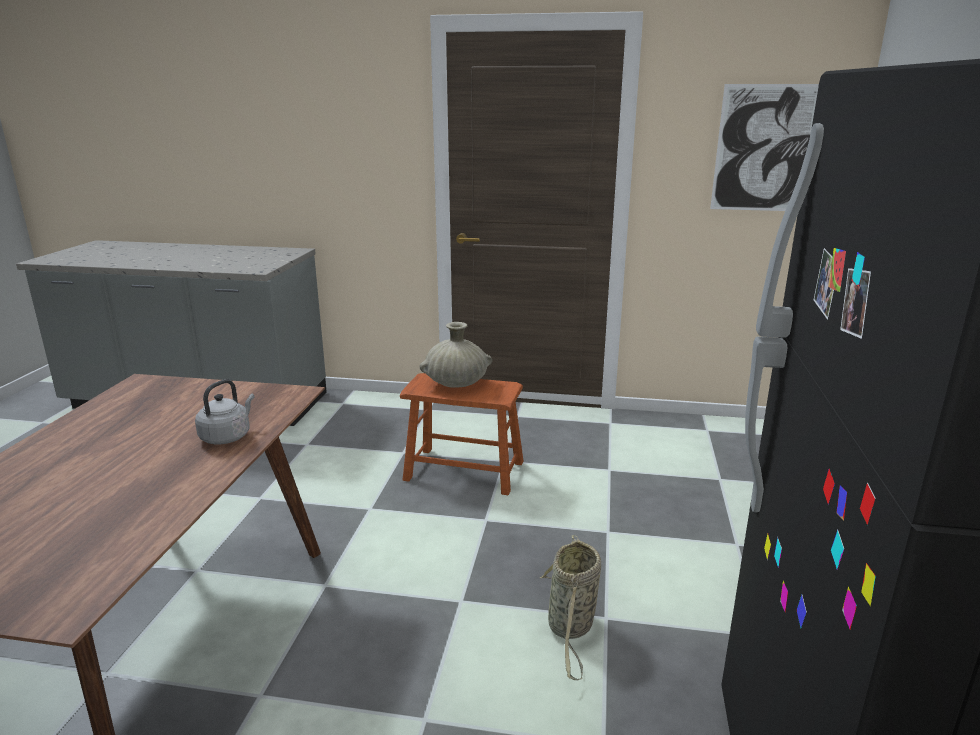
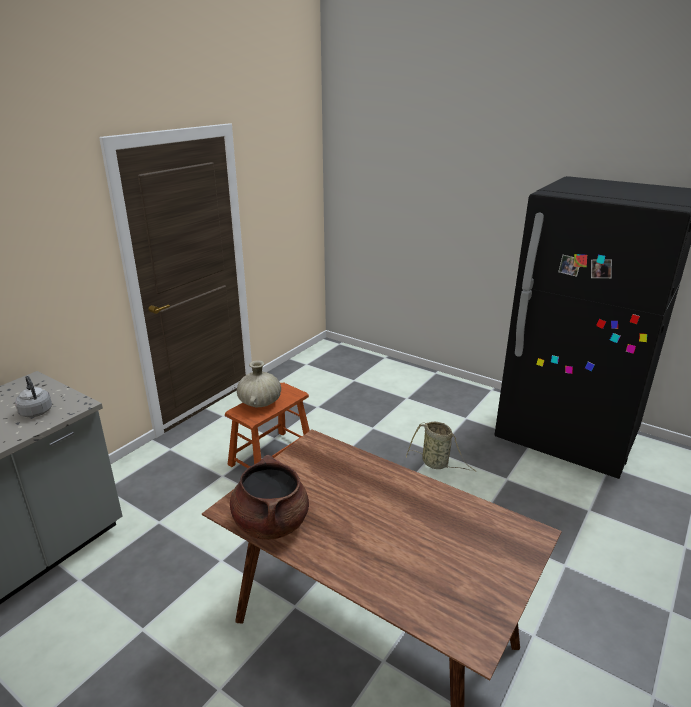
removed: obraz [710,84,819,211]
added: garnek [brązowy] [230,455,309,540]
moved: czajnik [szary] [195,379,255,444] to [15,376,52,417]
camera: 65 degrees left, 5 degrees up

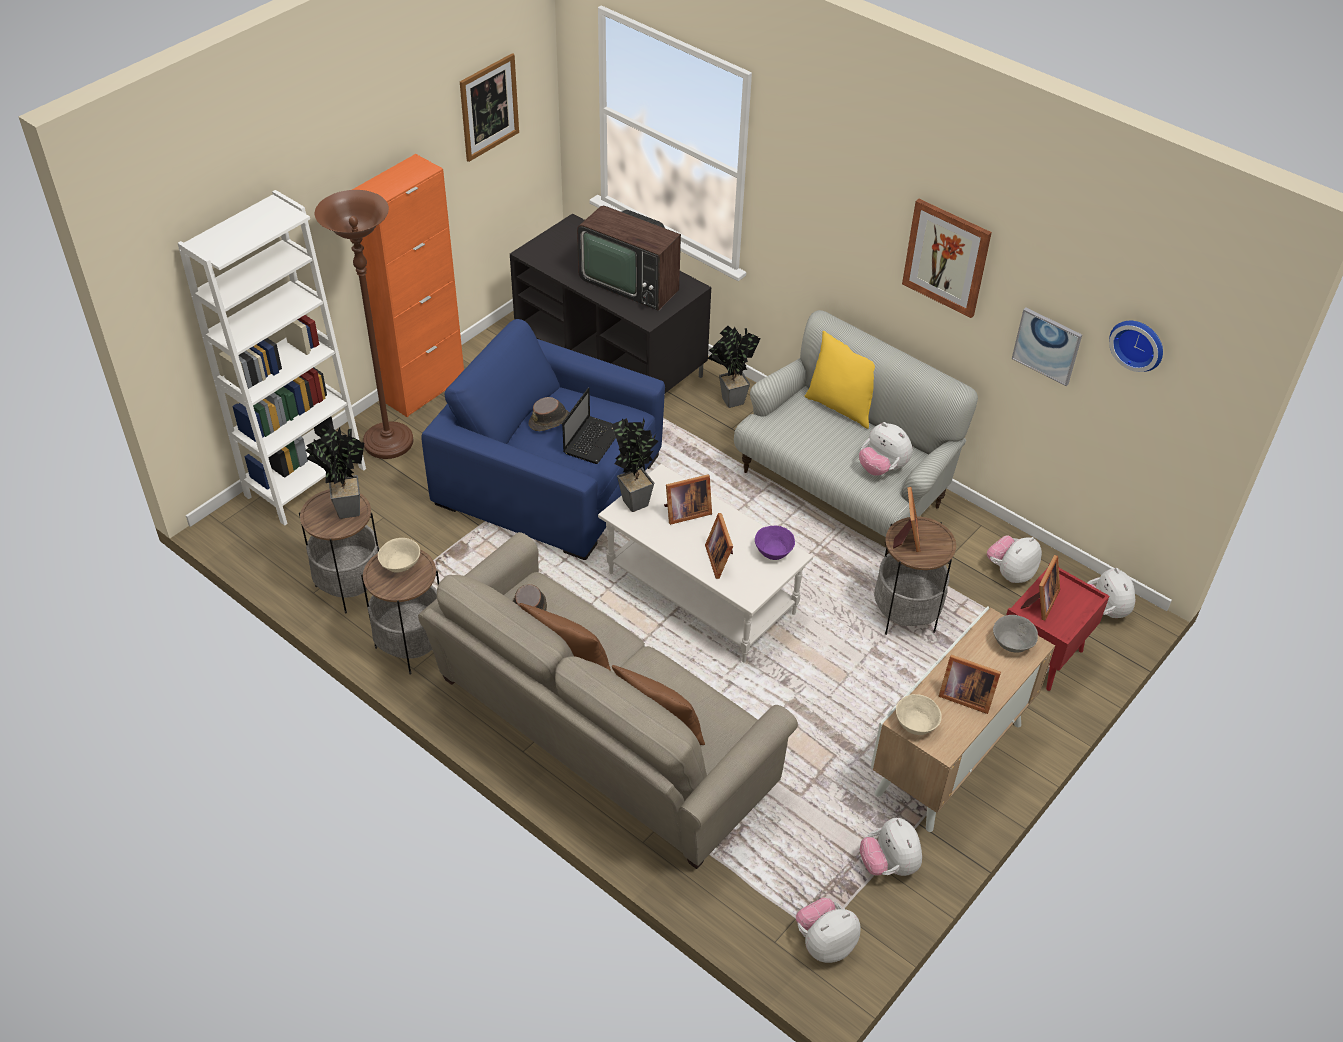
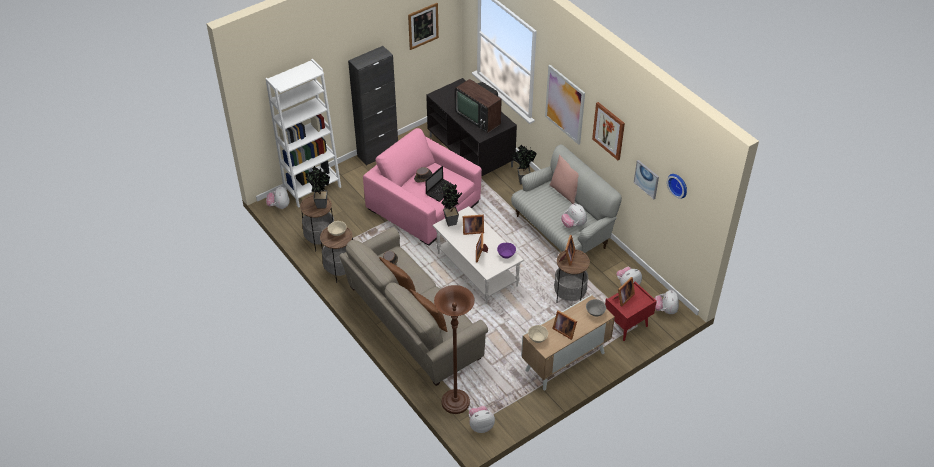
added: obraz [545,65,585,145]
moved: lampa stojąca [brązowy] [315,190,413,459] to [434,285,475,414]; pluszak [860,818,922,876] to [266,186,289,209]
recoloured: szafka [pomarańczowy] [352,154,464,418] to szafka [czarny] [348,46,398,166]; fotel [niebieski] [422,319,665,560] to fotel [różowy] [363,128,482,246]; poduszka [żółty] [805,331,875,429] to poduszka [różowy] [549,155,579,204]
camera: 15 degrees right, 0 degrees up

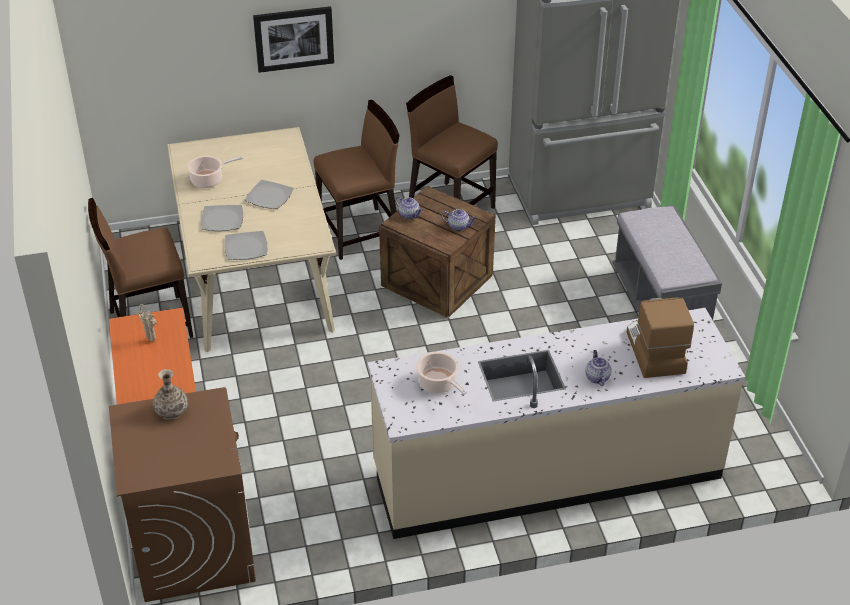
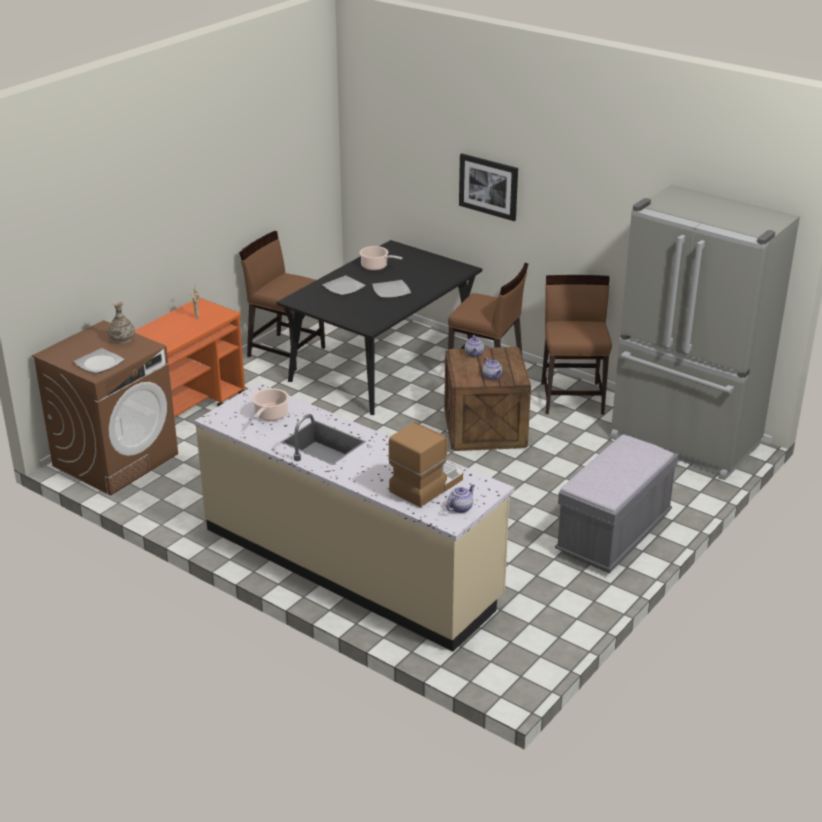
moved: talerz [224,231,267,260] to [73,348,124,373]; imbryk [585,350,612,386] to [446,485,475,513]
recoloured: stół jadalny [beżowy] [167,127,336,352] to stół jadalny [czarny] [277,240,482,415]
camera: 50 degrees right, 10 degrees down

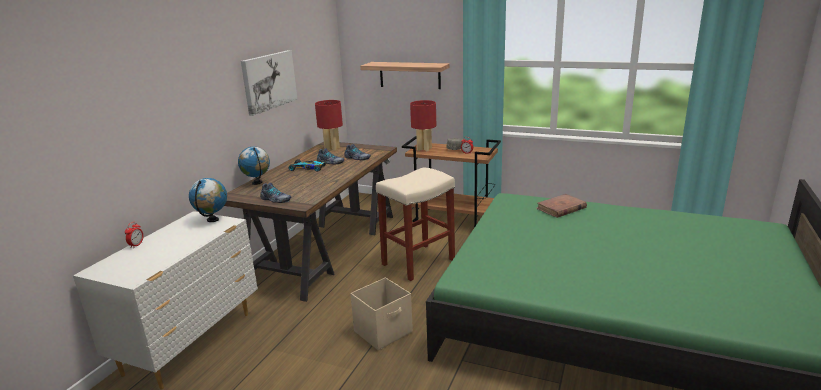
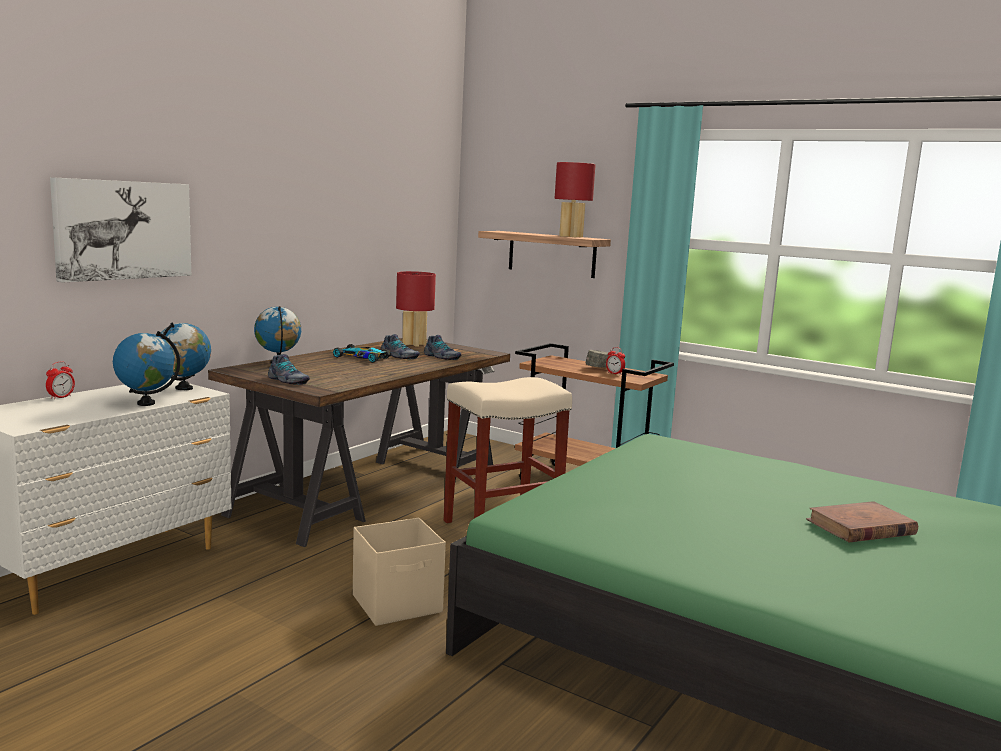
added: globus [113,331,180,406]
moved: obraz [241,50,297,116] to [50,177,191,283]; lampa stołowa [czerwony] [410,100,436,151] to [555,162,595,237]; książka [brązowy] [536,194,587,218] to [806,501,918,542]
camera: 10 degrees right, 10 degrees down

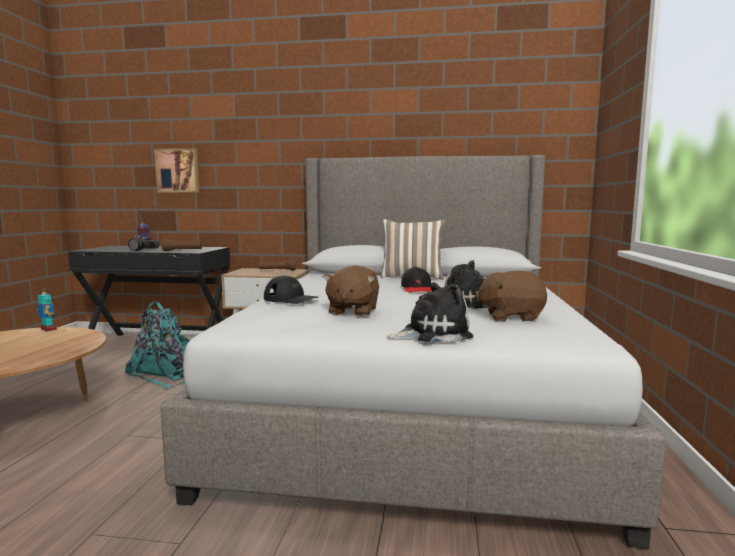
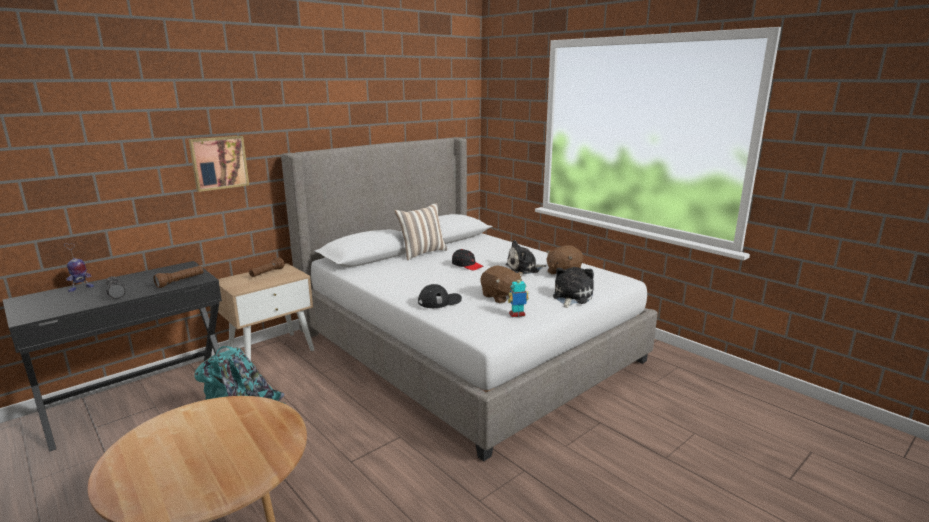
moved: robot zabawkowy [37,289,57,331] to [508,280,529,317]; obraz [154,148,199,193] to [189,136,249,192]
camera: 50 degrees left, 10 degrees up

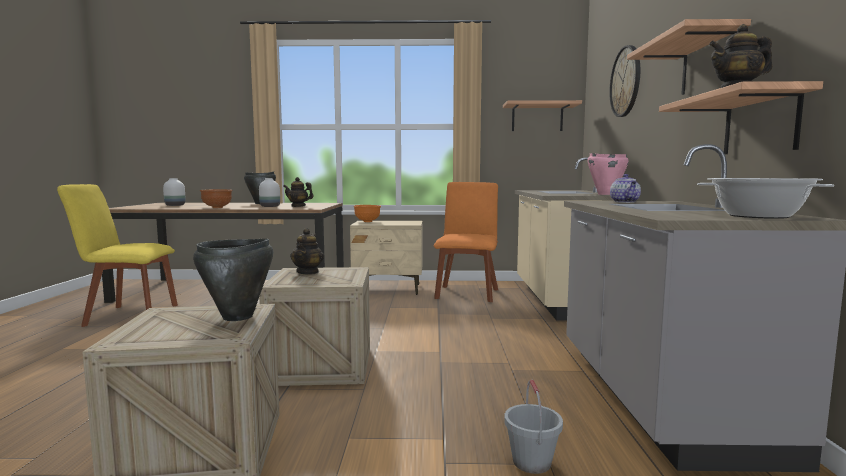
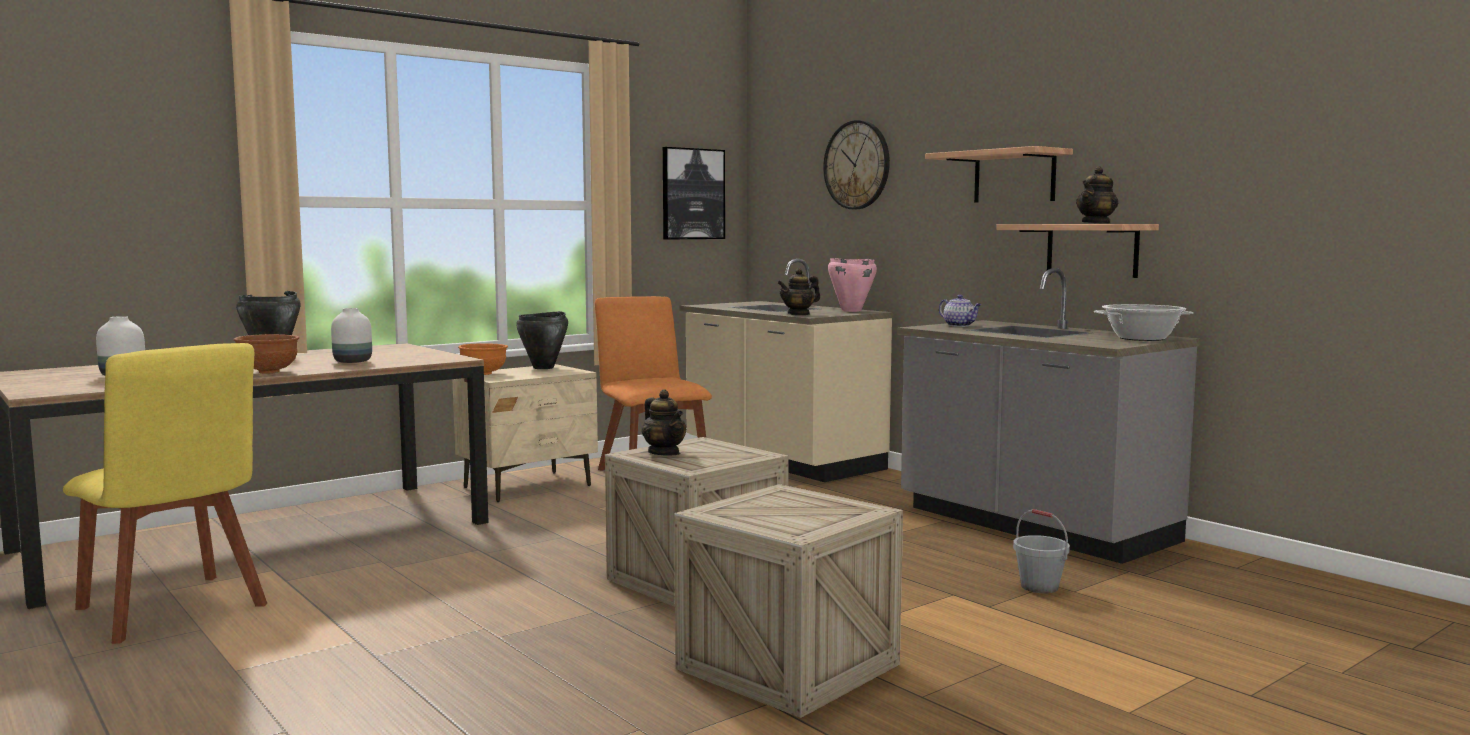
moved: garnek [czarny] [193,239,273,321] to [516,311,568,369]; imbryk [283,177,313,207] to [778,268,820,315]
replaced: półka [503,100,582,131] to obraz [663,147,725,240]
turned: krzesło [żółty] [57,184,178,327] = [63,343,267,644] 90 degrees counterclockwise
camera: 40 degrees left, 0 degrees up

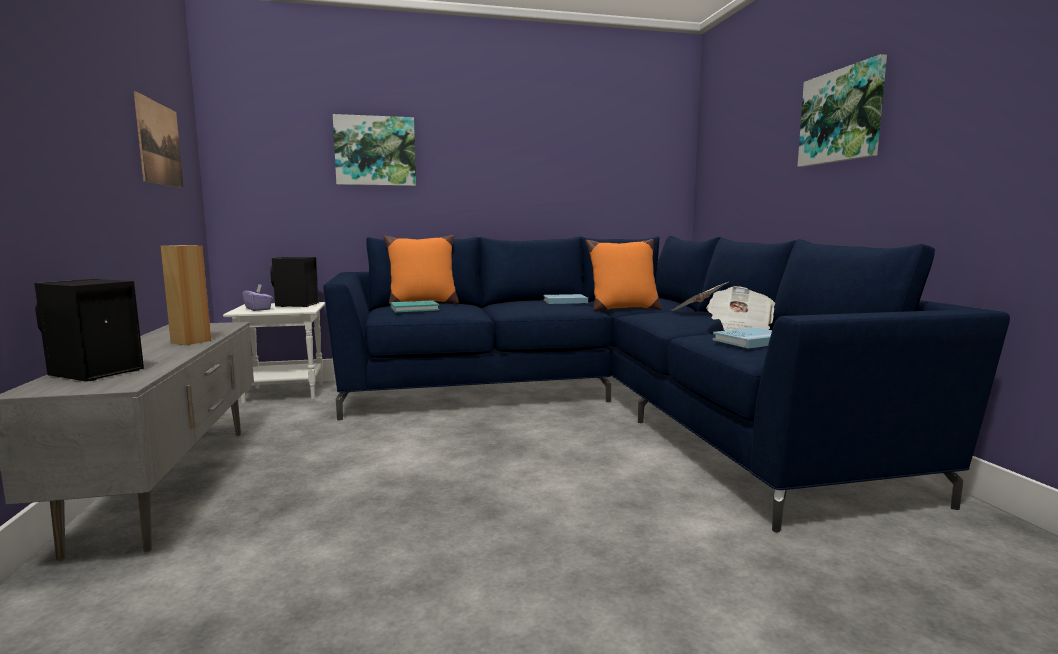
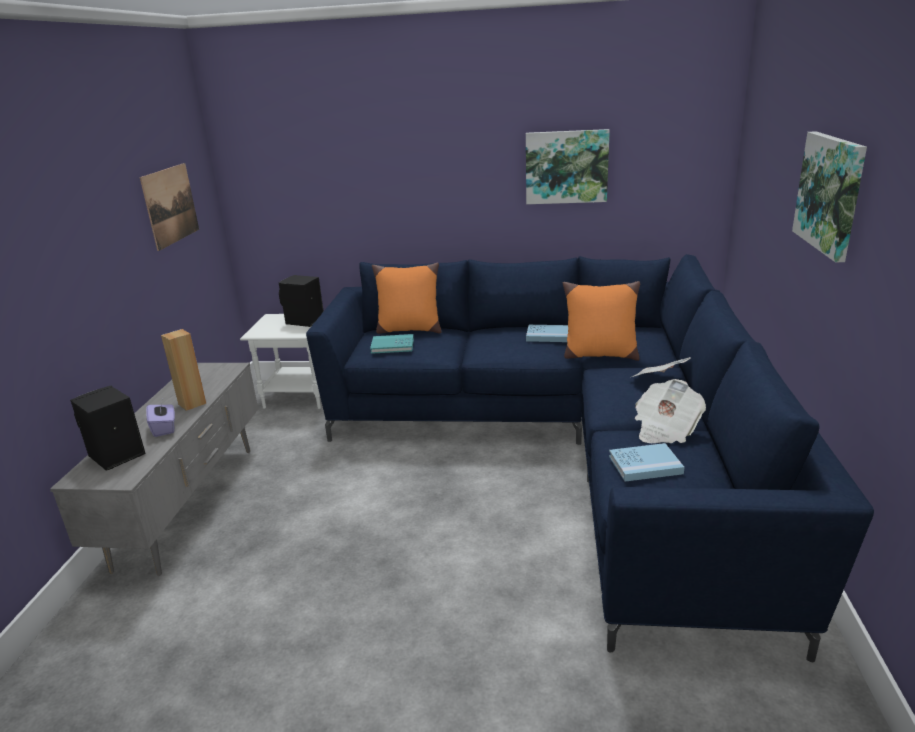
moved: pudełko chusteczek [fioletowy] [242,284,273,311] to [146,402,175,437]; obraz [333,114,416,186] to [526,129,610,204]
camera: 20 degrees right, 15 degrees up

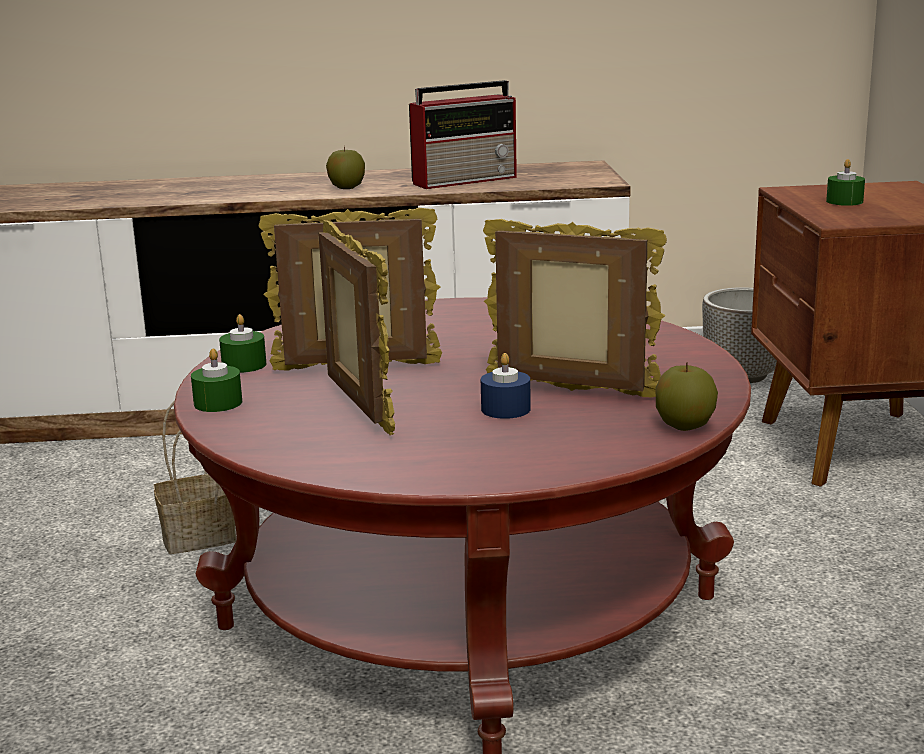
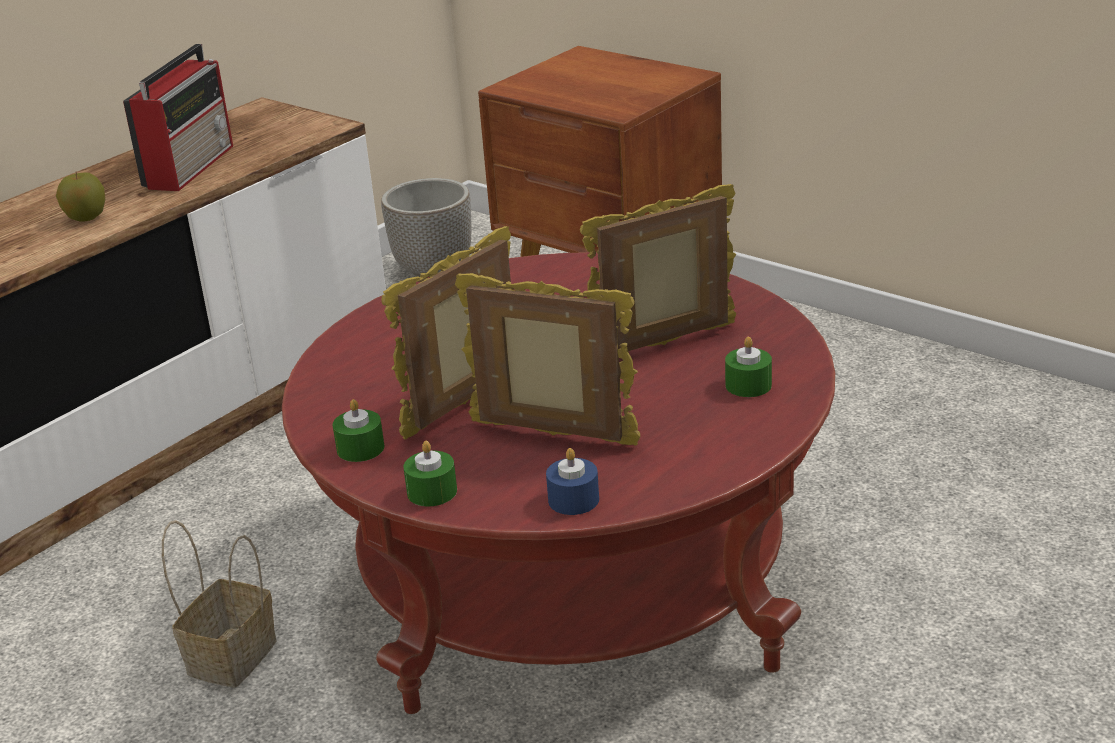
removed: jabłko [655,363,718,431]
moved: świeca [niebieski] [481,353,531,419] to [546,448,599,515]; świeca [zielony] [826,159,865,206] to [725,337,772,397]
camera: 45 degrees left, 10 degrees up

